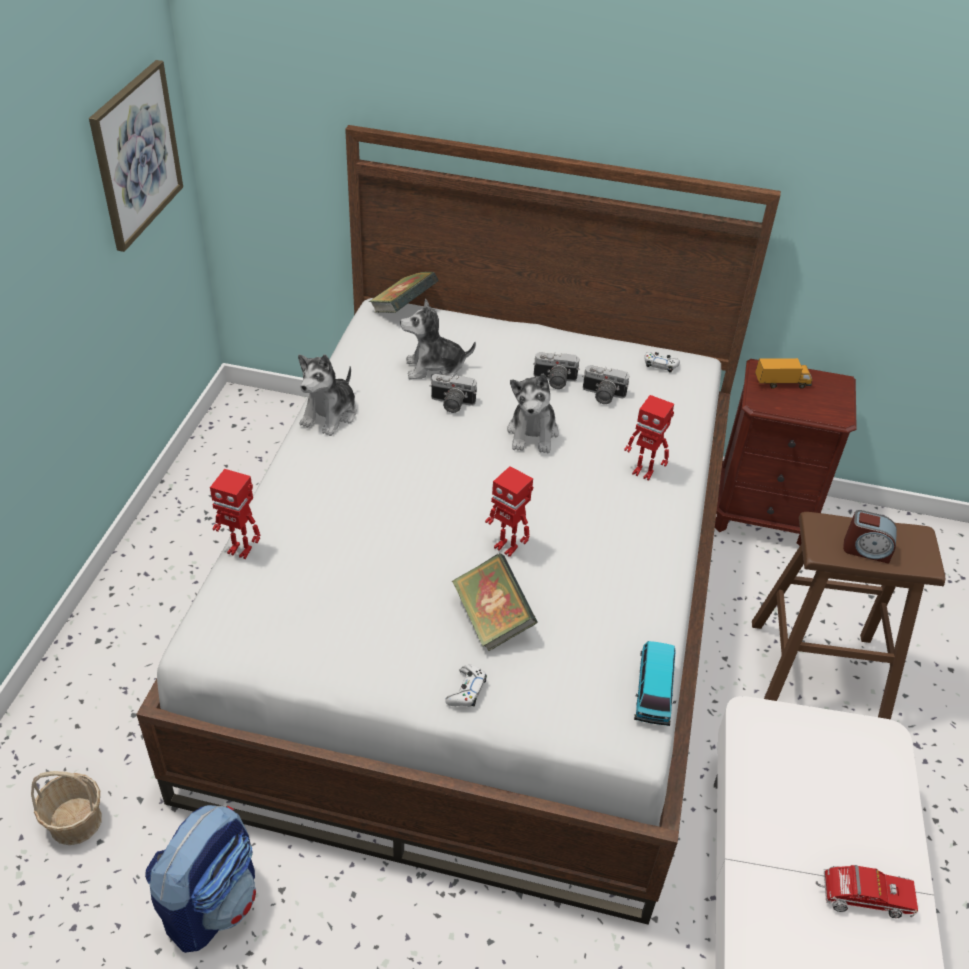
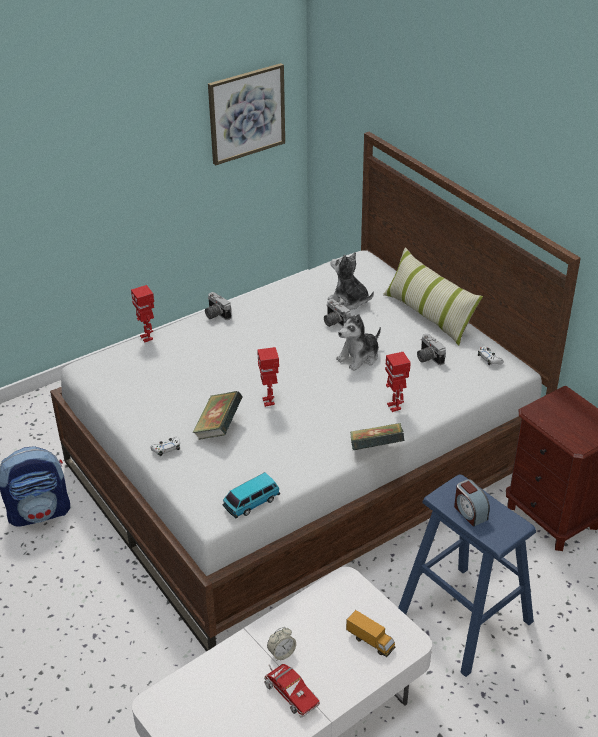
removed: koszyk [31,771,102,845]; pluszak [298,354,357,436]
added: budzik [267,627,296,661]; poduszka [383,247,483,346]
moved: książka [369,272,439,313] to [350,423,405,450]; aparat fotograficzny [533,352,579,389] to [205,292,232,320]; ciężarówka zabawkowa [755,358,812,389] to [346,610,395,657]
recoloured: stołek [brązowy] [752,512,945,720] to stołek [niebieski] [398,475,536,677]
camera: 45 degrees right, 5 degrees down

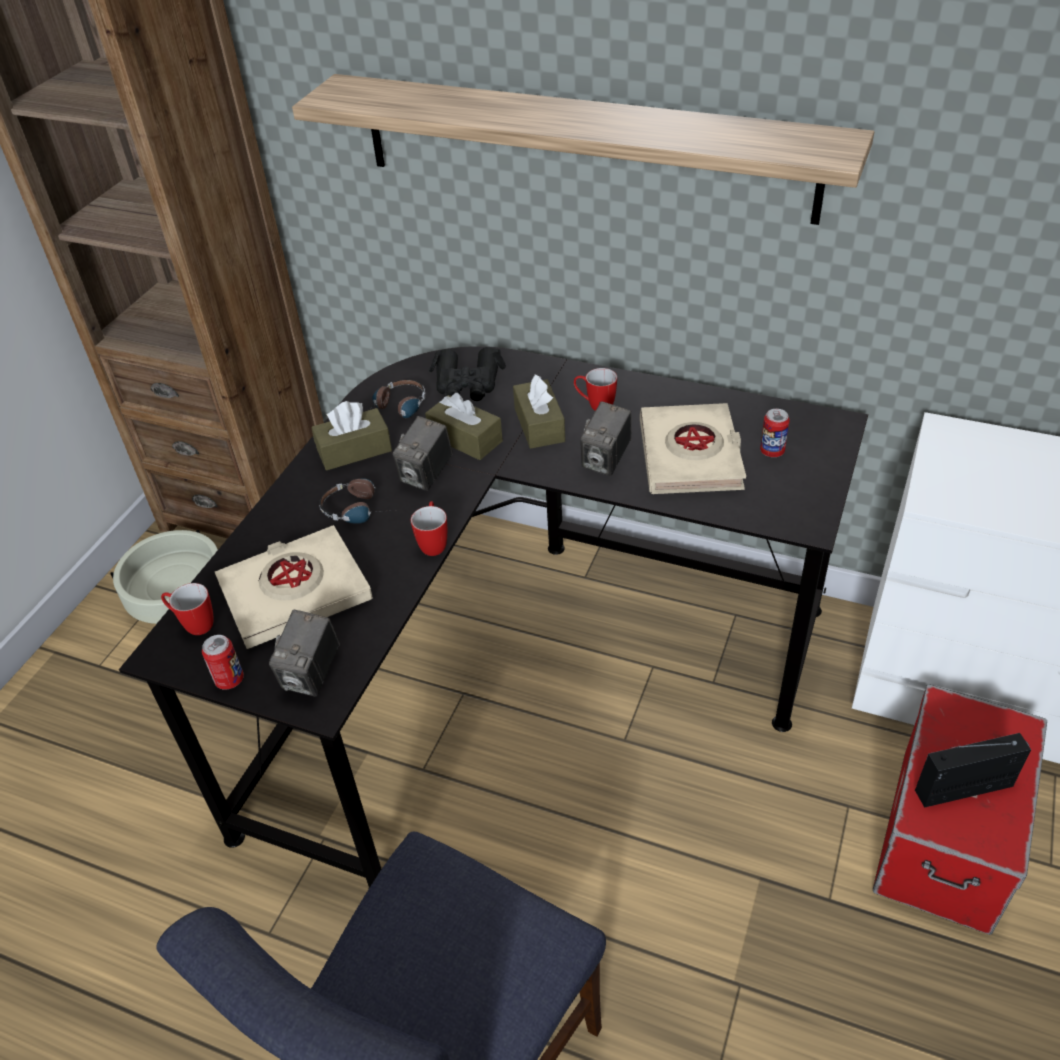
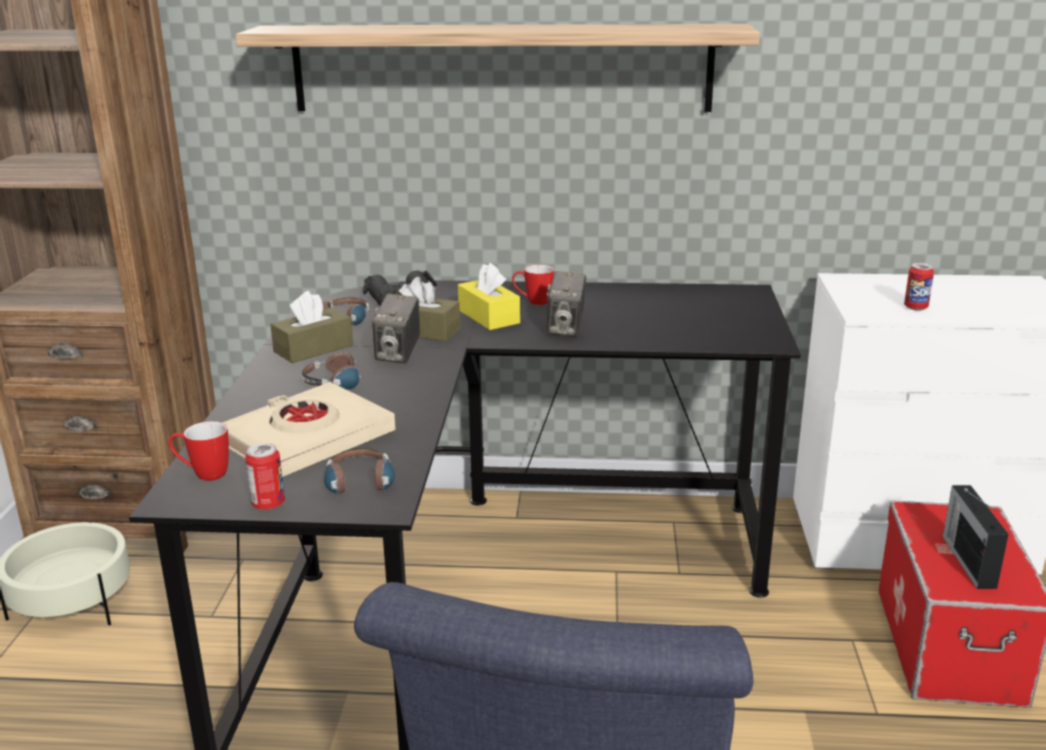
removed: kubek [411,501,447,556]; książka [beżowy] [640,403,746,494]
moved: puszka [760,409,790,457] to [904,263,934,311]
replaced: aparat fotograficzny [269,610,340,697] to słuchawki [324,448,395,495]
recoloured: pudełko chusteczek [brązowy] [513,374,565,449] to pudełko chusteczek [żółty] [458,263,520,330]
turned: radio [915,733,1031,808] = [943,485,1009,589] 60 degrees counterclockwise
camera: 20 degrees left, 20 degrees down

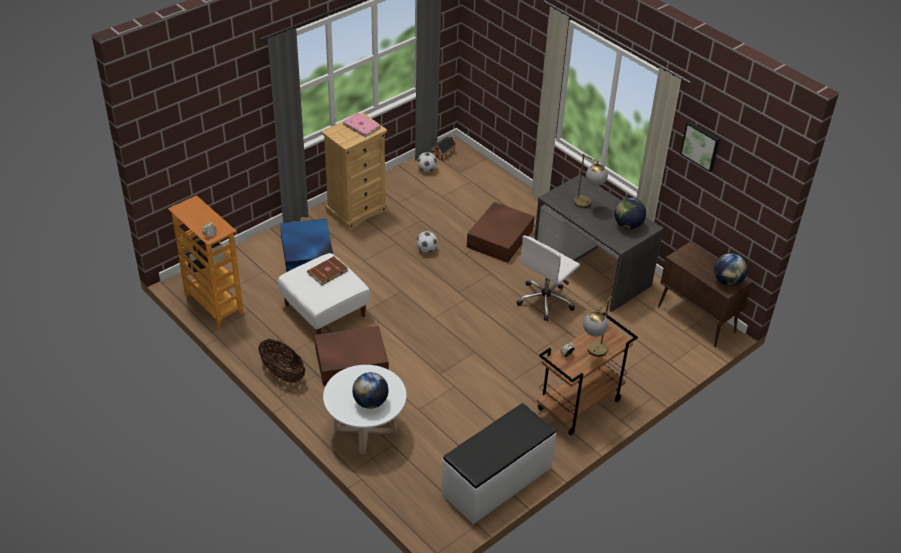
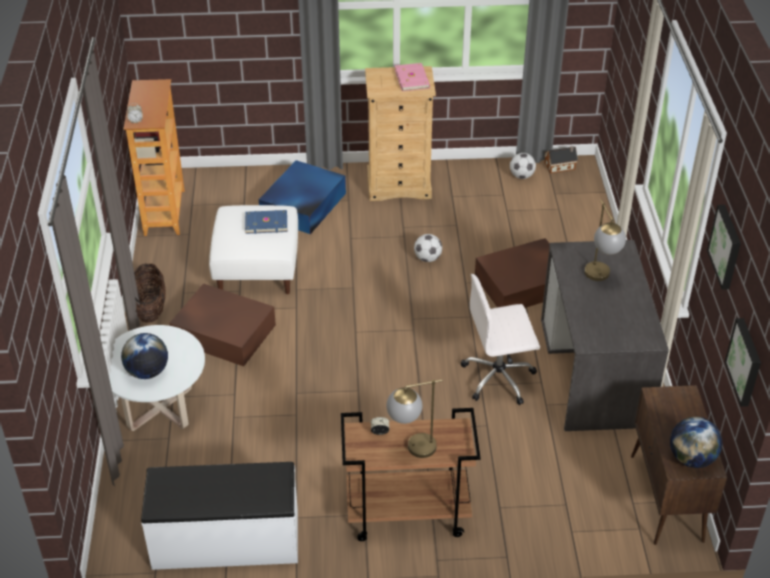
removed: globus [614,197,646,229]
added: obraz [725,318,761,407]
recoloured: książka [brązowy] [307,256,348,285] to książka [niebieski] [245,210,287,234]
camera: 40 degrees right, 0 degrees up

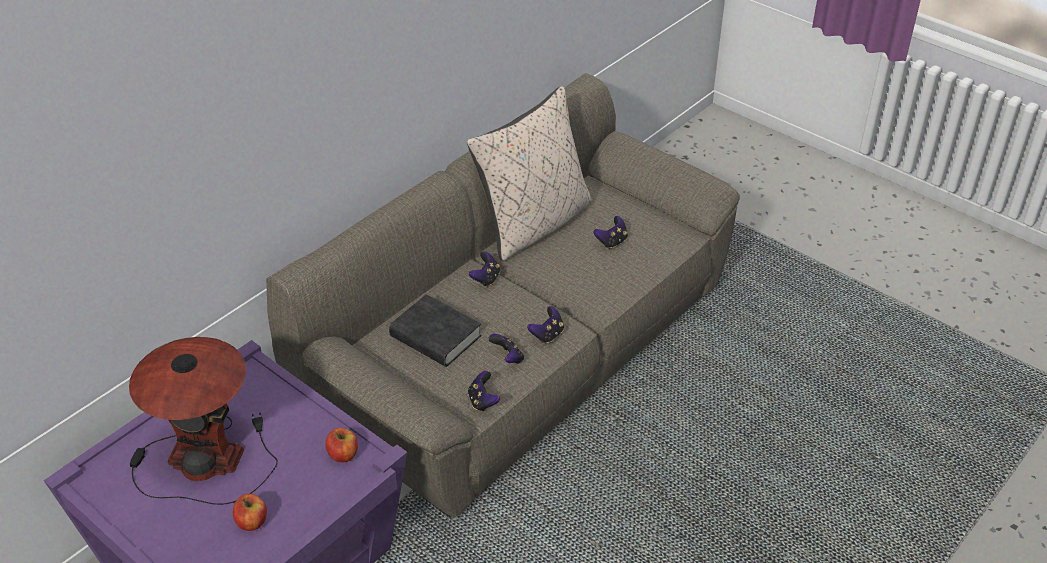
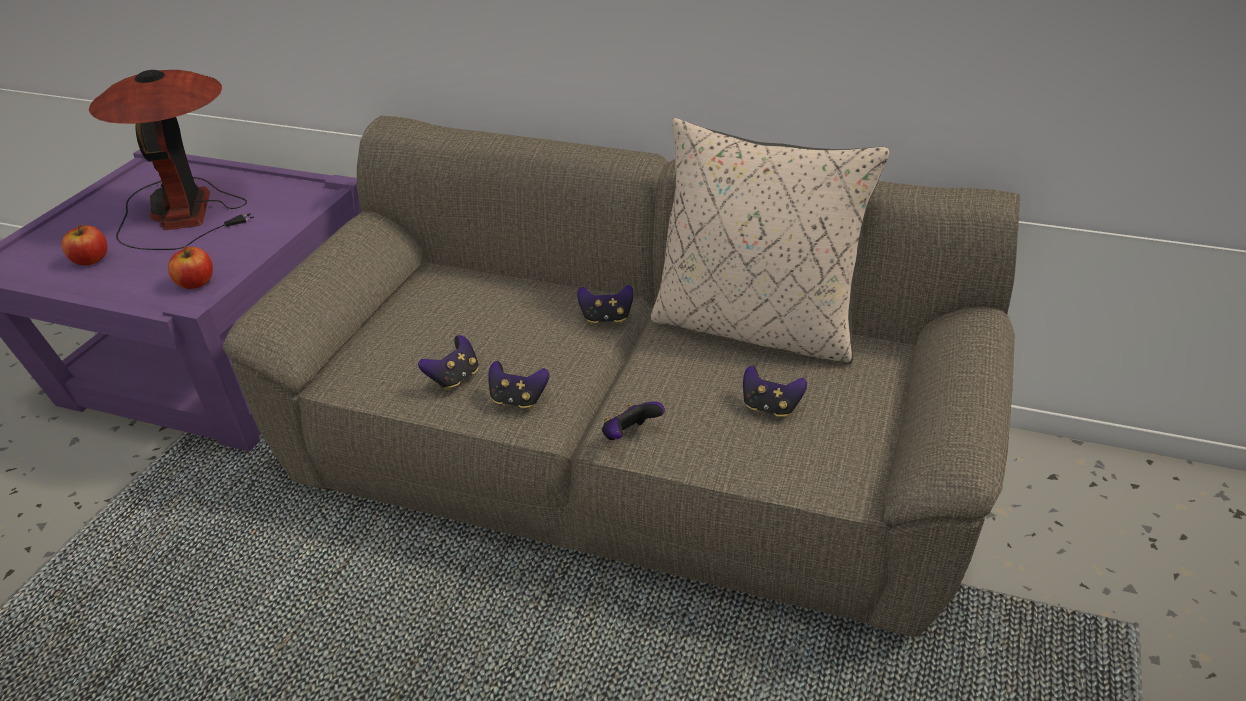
removed: książka [czarny] [389,294,481,367]
moved: pad do gier [468,371,500,412] to [602,401,665,440]
camera: 70 degrees right, 5 degrees down

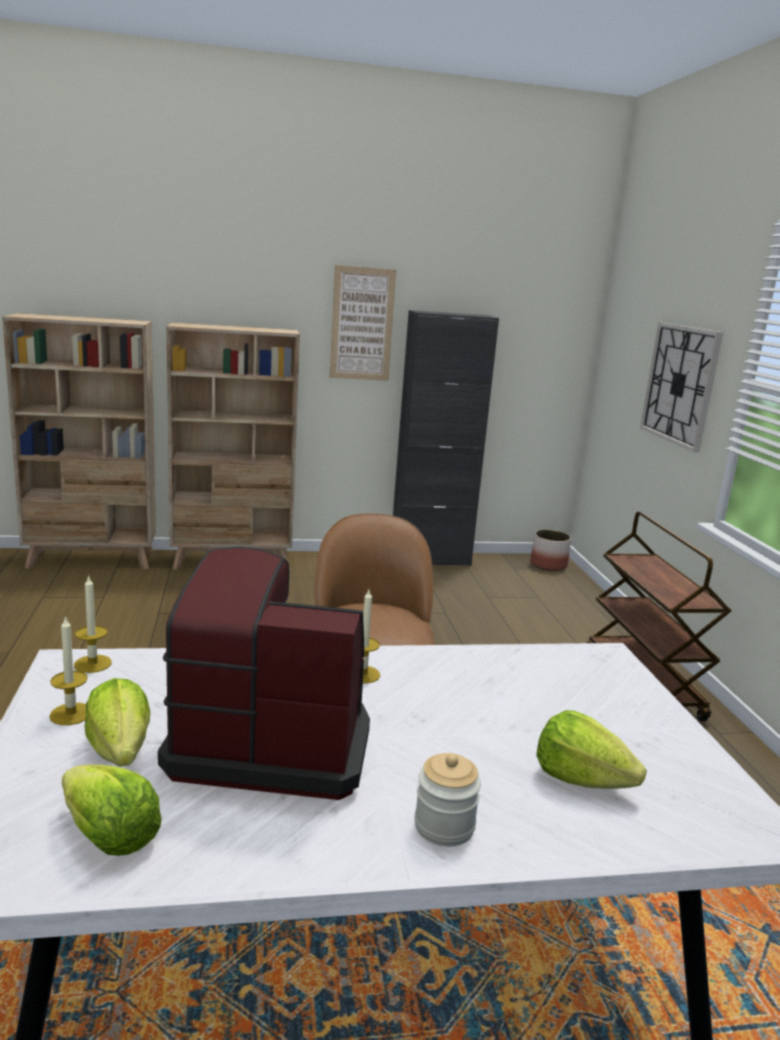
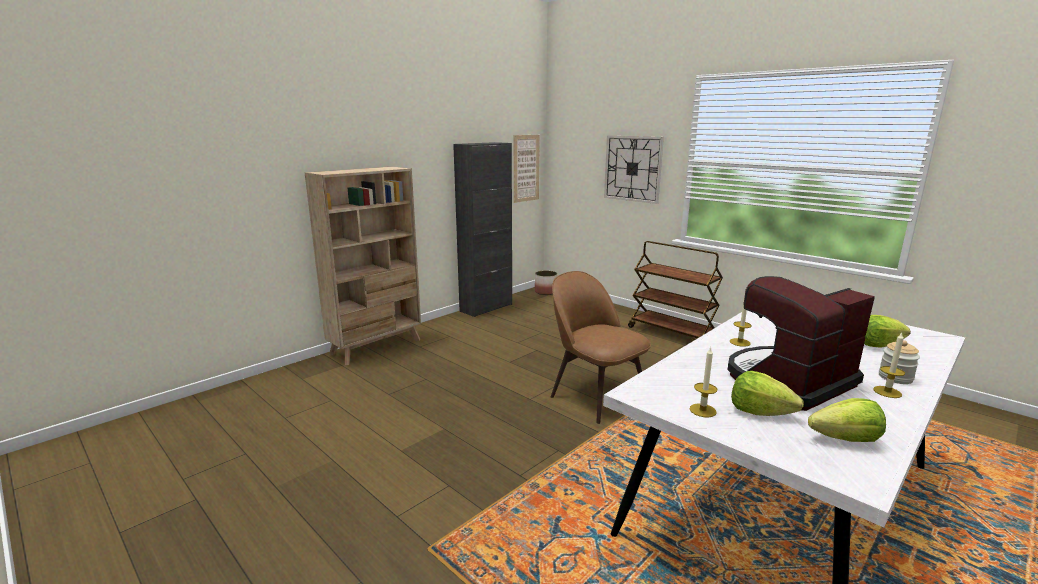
removed: regał [beżowy] [2,313,156,570]
moved: świeca [74,575,112,673] to [873,333,905,398]; obraz [329,265,396,381] to [514,135,540,203]
camera: 35 degrees left, 0 degrees up

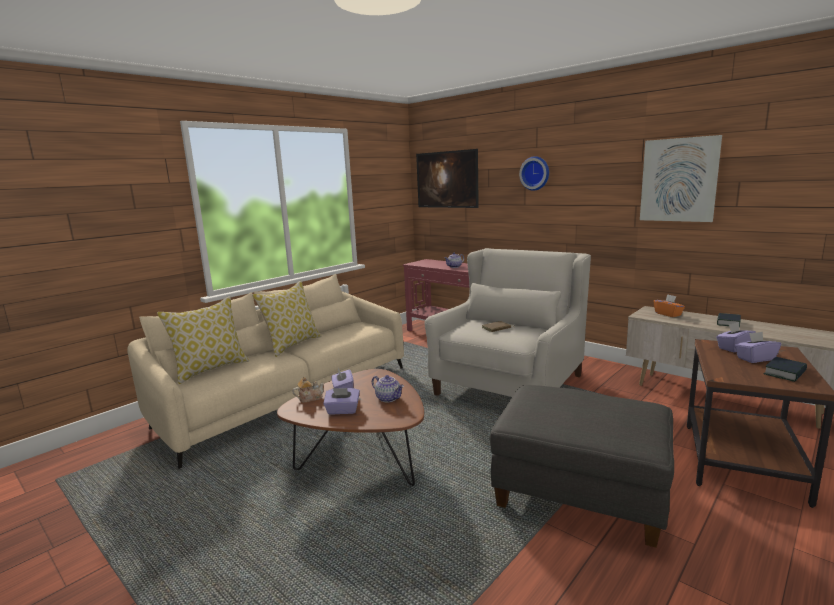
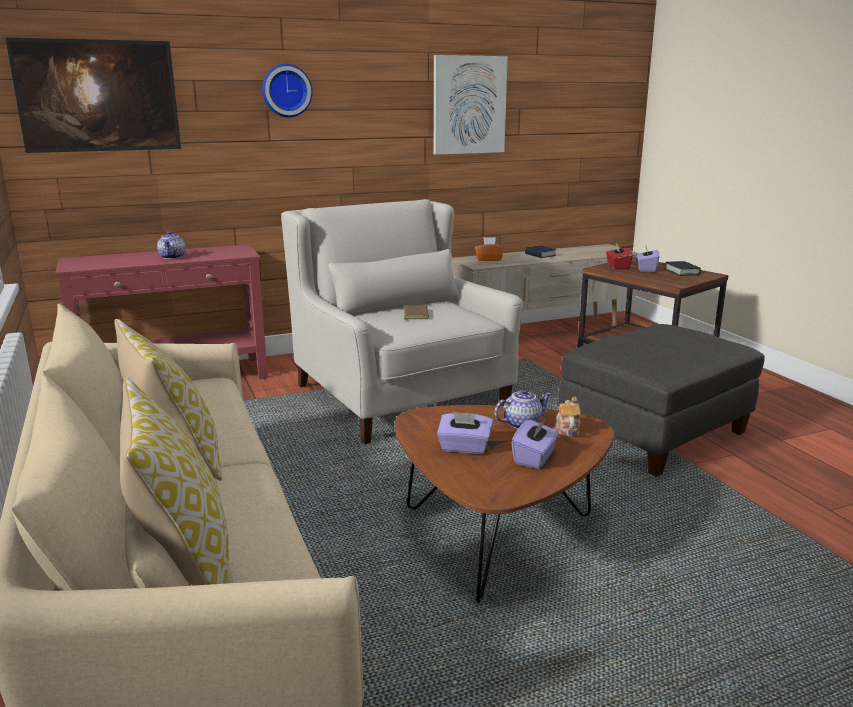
moved: imbryk [292,377,325,402] to [554,397,581,437]
recoloured: pudełko chusteczek [fioletowy] [716,322,756,352] to pudełko chusteczek [czerwony] [606,243,633,269]
camera: 65 degrees left, 5 degrees up

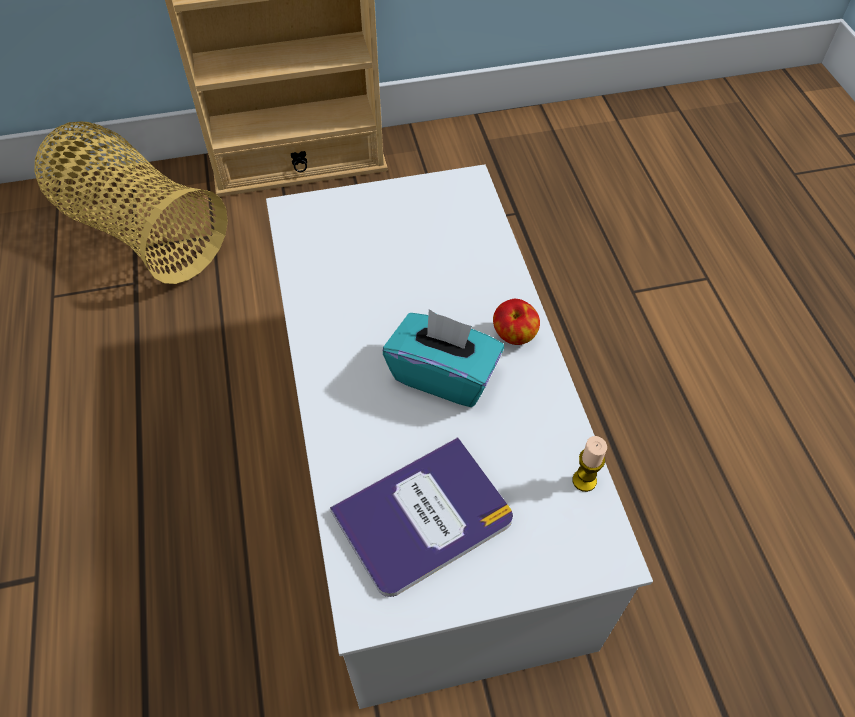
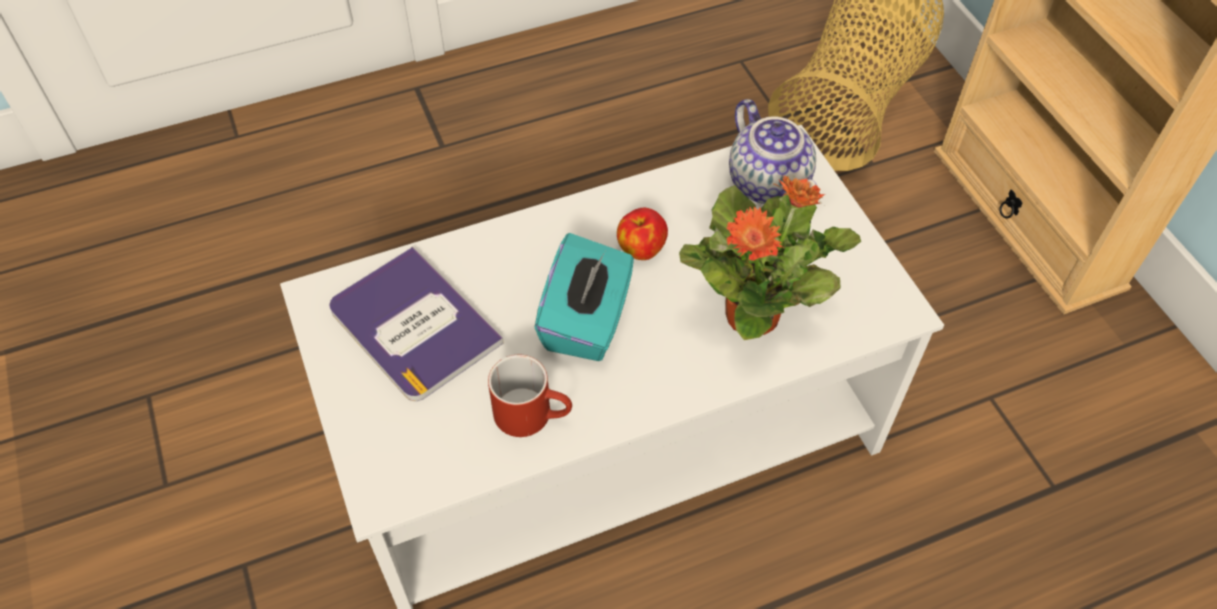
removed: świeca [572,436,607,492]
added: kubek [czerwony] [488,355,572,437]; roślina doniczkowa [679,175,861,340]; imbryk [729,99,817,204]
moved: jabłko [493,299,540,345] to [617,208,668,260]
camera: 80 degrees right, 0 degrees up

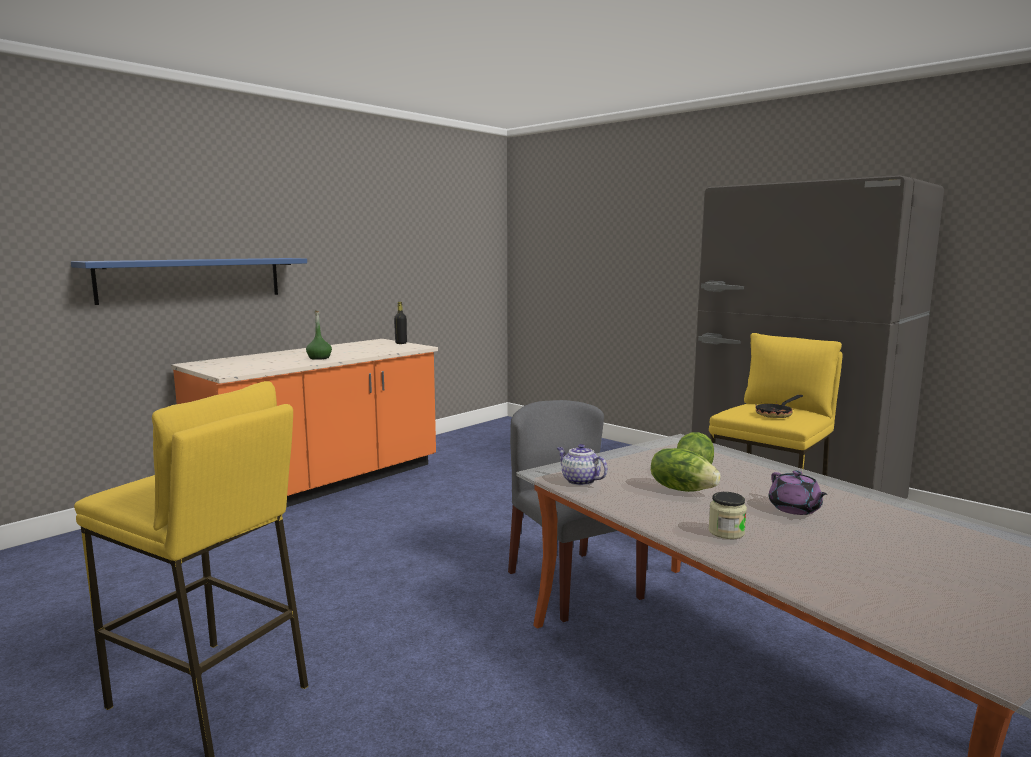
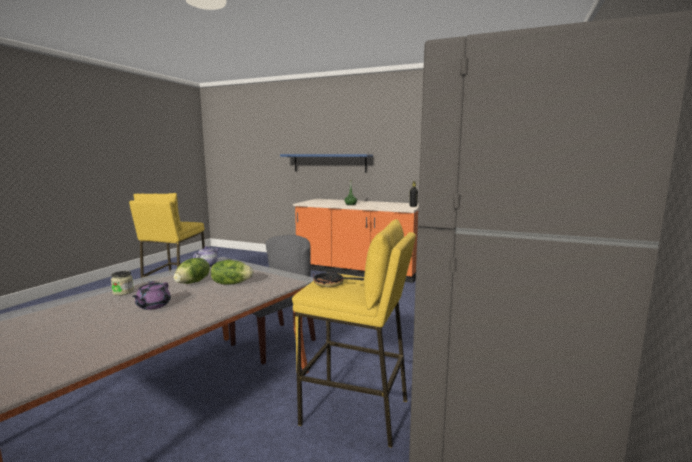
turned: imbryk [fioletowy] [769,470,827,515] = [132,281,171,310] 45 degrees counterclockwise
camera: 70 degrees right, 0 degrees up

